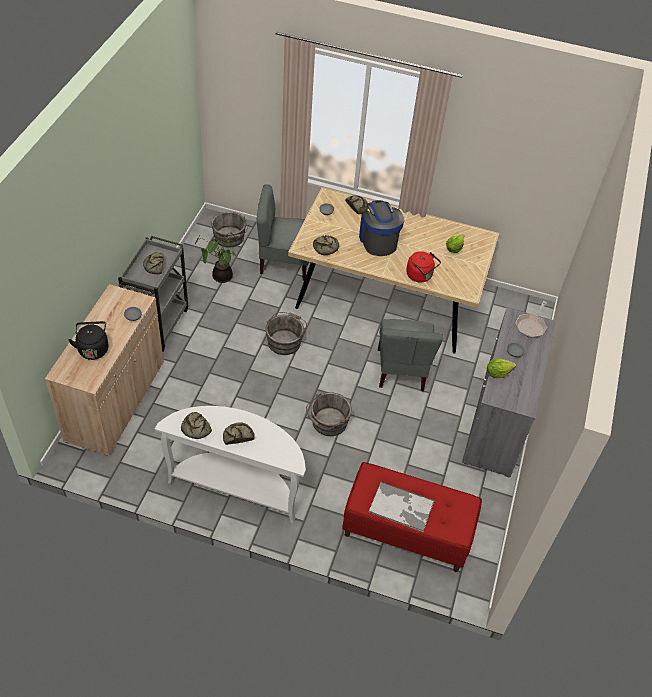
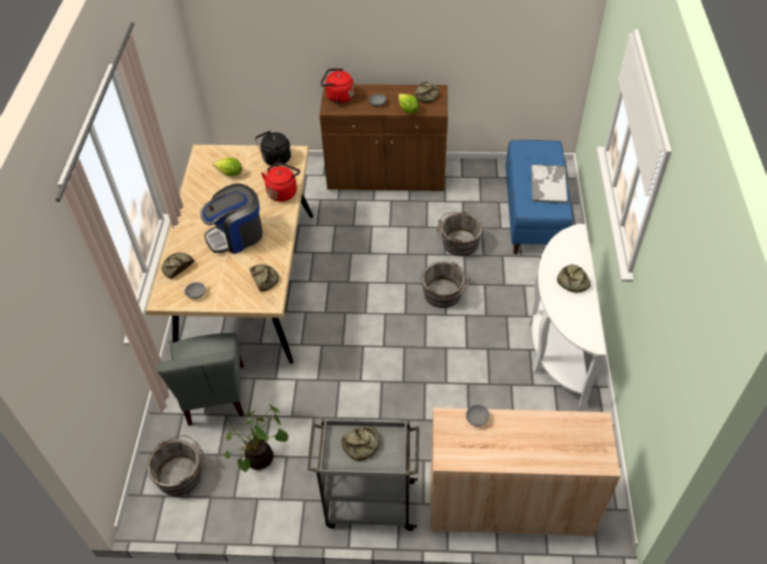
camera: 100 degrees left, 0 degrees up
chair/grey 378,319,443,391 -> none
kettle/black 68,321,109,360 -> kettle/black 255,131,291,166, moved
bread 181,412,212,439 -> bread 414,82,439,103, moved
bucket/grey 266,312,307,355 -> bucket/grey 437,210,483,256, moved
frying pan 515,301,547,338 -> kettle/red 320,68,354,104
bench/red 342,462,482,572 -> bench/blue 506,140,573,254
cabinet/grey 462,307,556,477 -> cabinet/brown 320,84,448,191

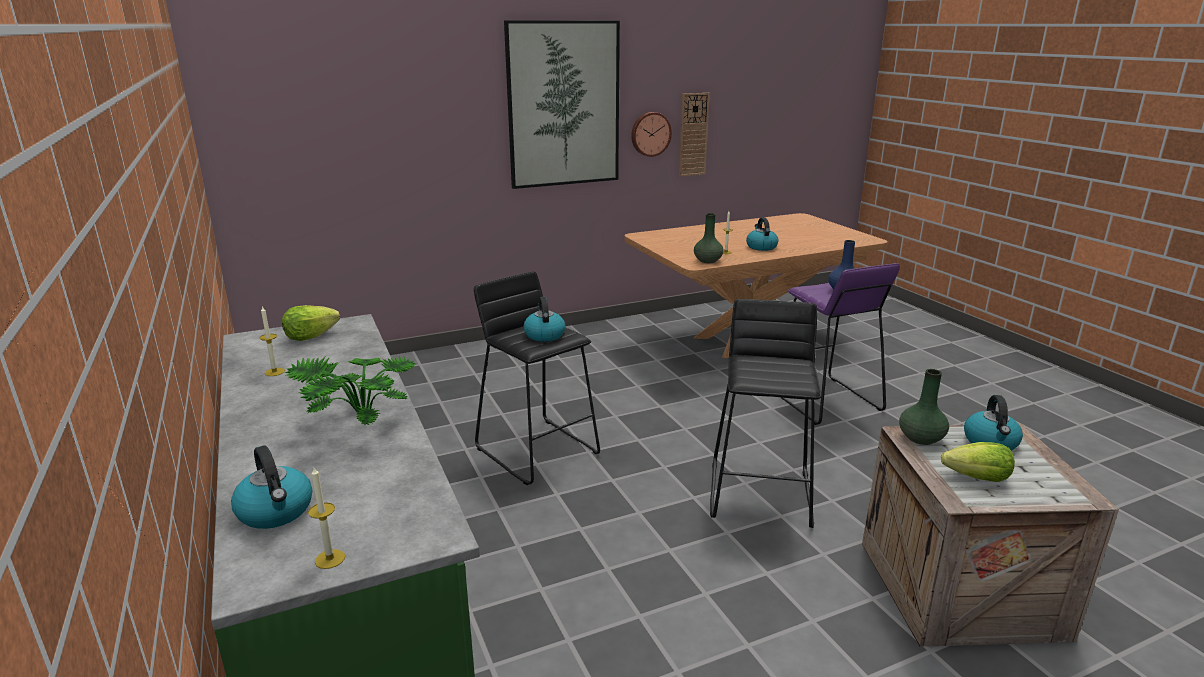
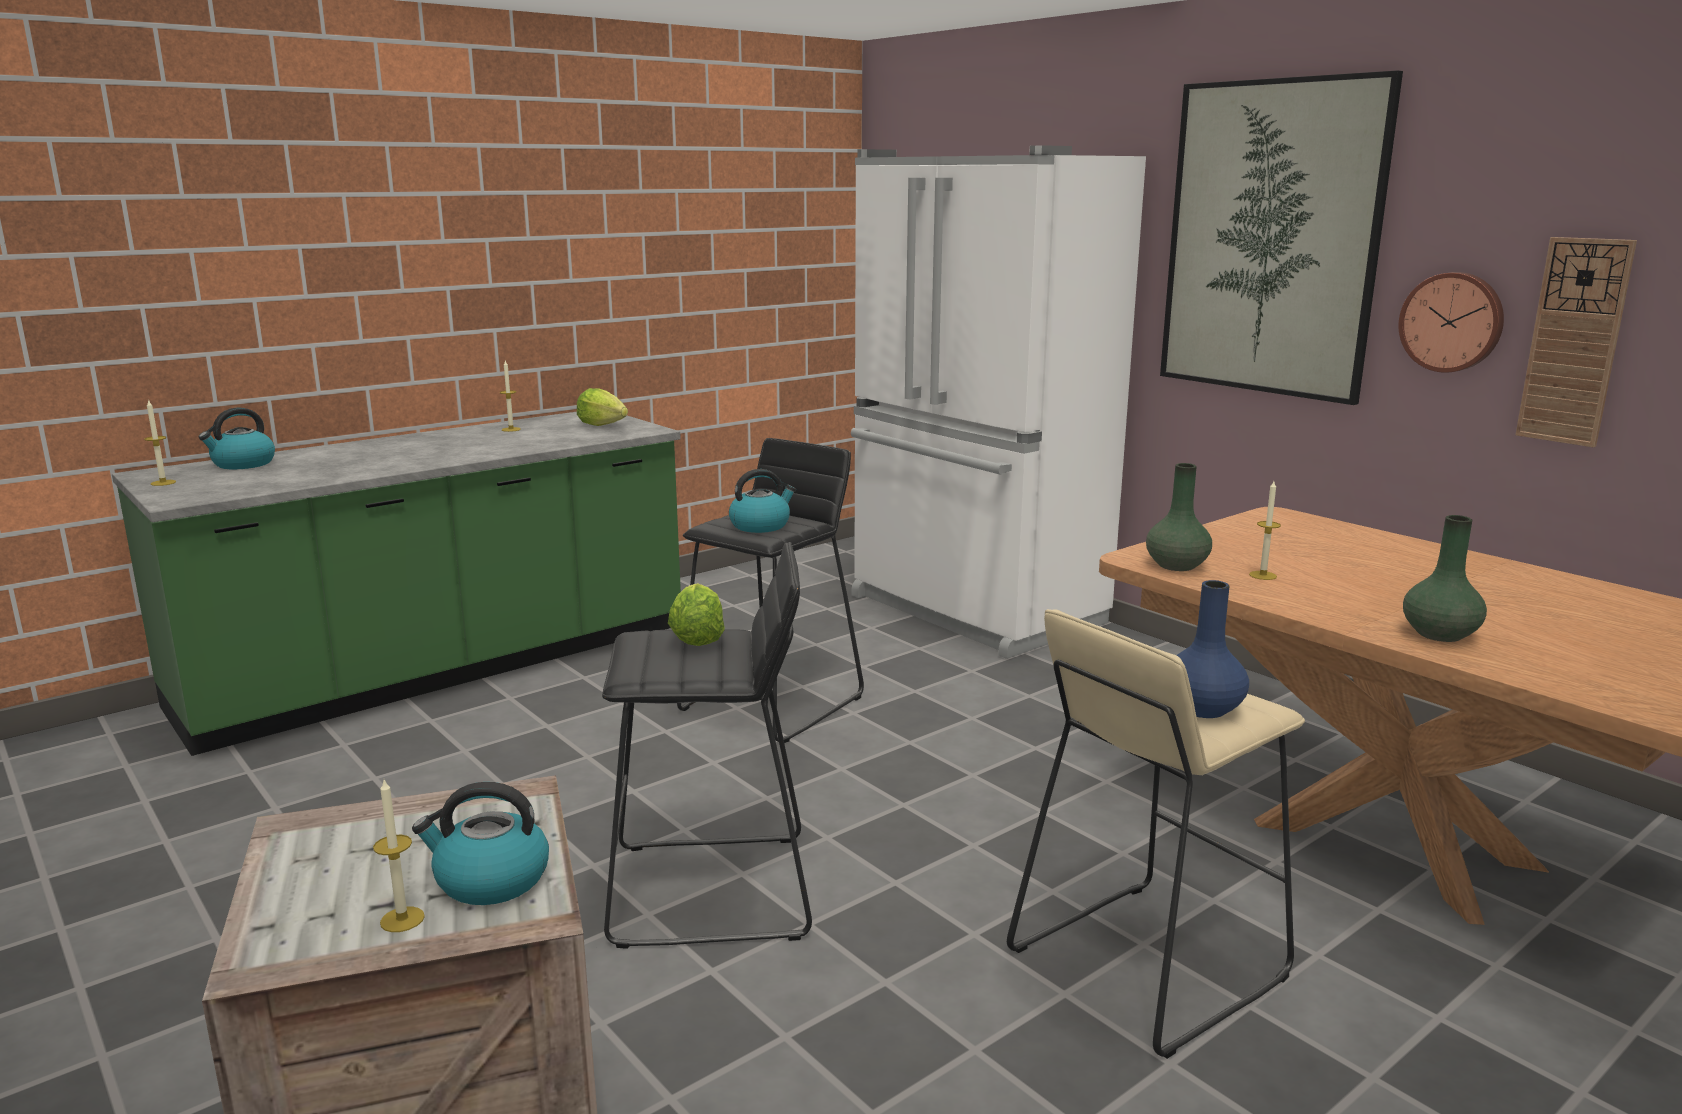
camera: 75 degrees right, 5 degrees down
potted plant 285,356,416,425 -> none
kettle 746,218,778,251 -> none
none -> candle 373,780,425,932
none -> fridge/white 851,145,1146,659
vase/green 899,369,949,445 -> vase/green 1403,515,1487,642, moved
lettuce 941,442,1015,482 -> lettuce 668,583,725,646, moved
stool/purple 780,263,900,425 -> stool/beige 1007,609,1305,1059

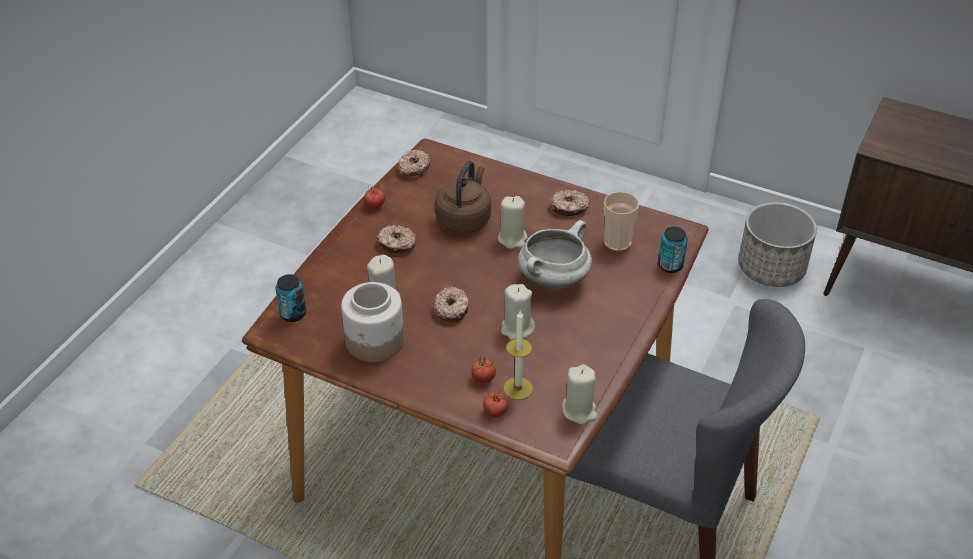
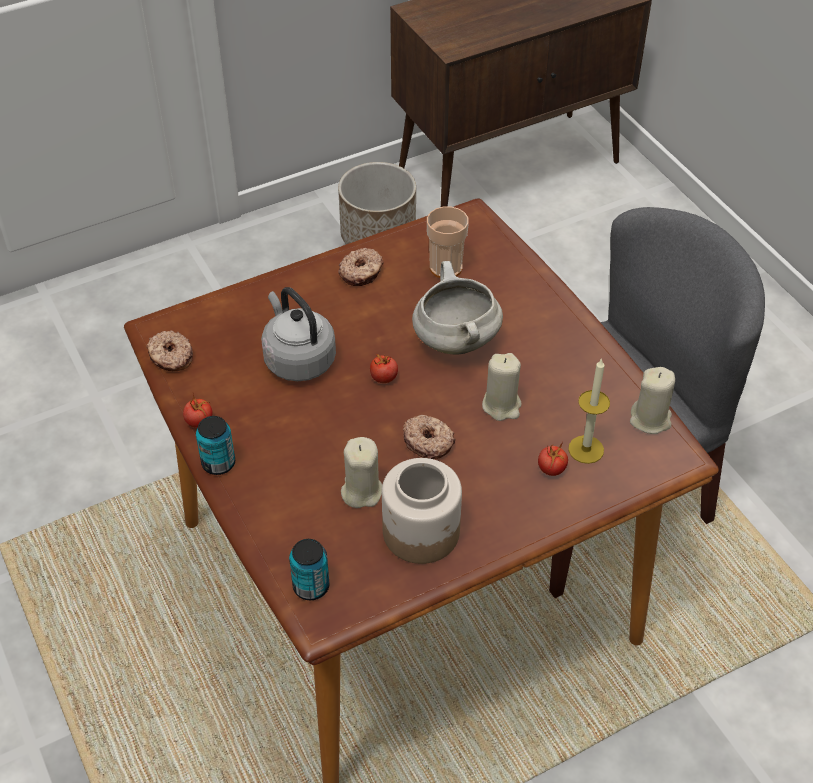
camera: 55 degrees left, 5 degrees up
donut 376,225,417,253 -> none
candle/beige 498,196,528,249 -> none
tomato 483,390,508,417 -> tomato 370,354,398,383, moved
can 658,227,687,273 -> can 196,416,235,475, moved
kettle/brown 435,161,491,233 -> kettle/grey 261,287,336,381

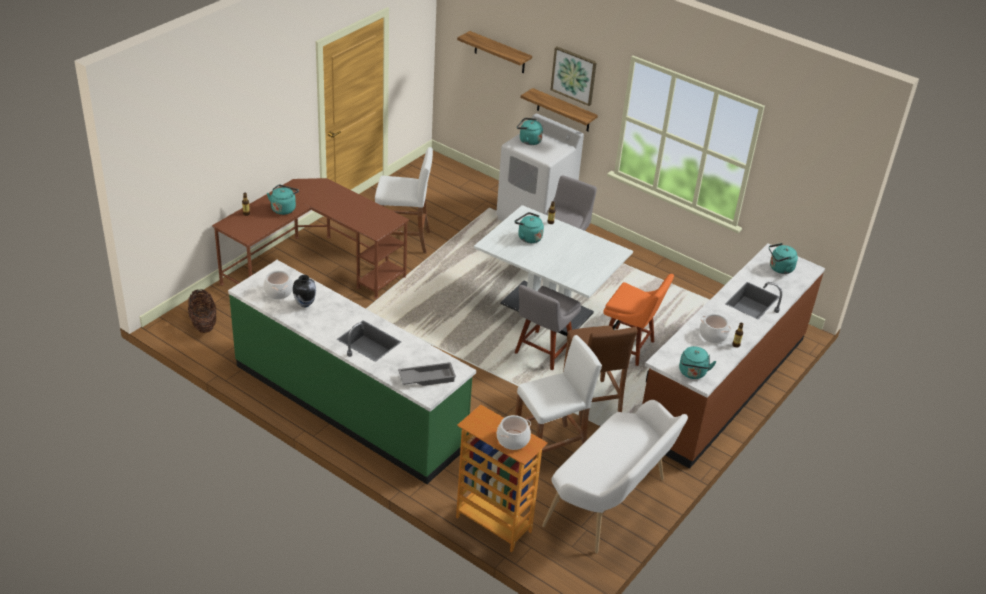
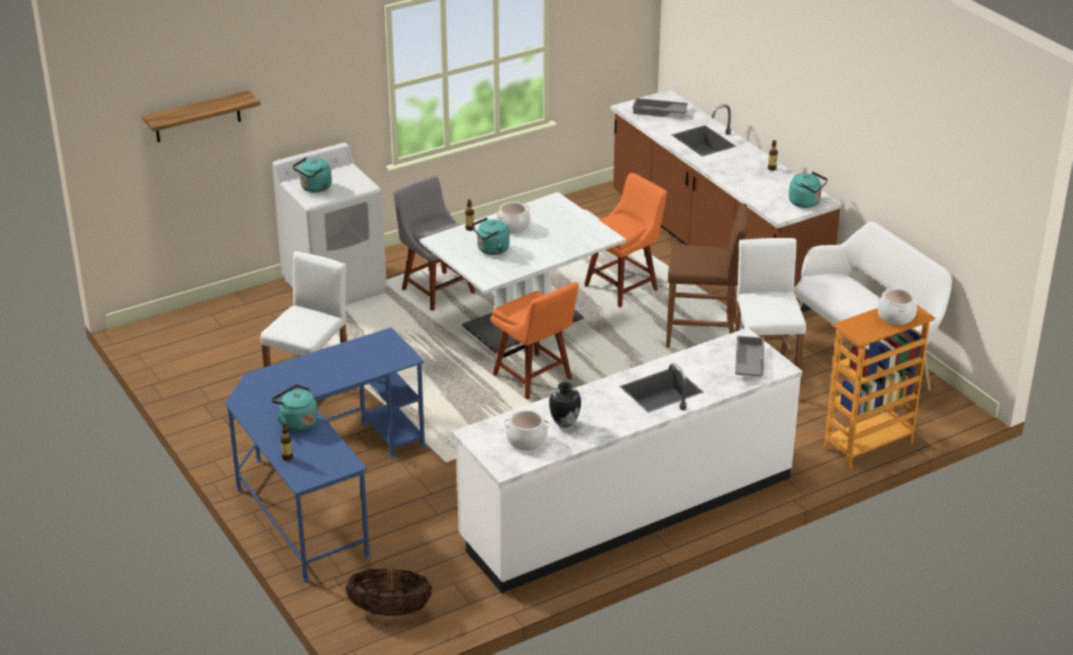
camera: 65 degrees left, 5 degrees down
chair/grey 515,285,581,371 -> none
shelf 521,88,598,132 -> none
picture 550,47,597,106 -> none
none -> chair/orange 491,282,579,399
cooking pot 699,314,731,343 -> cooking pot 496,202,531,234, moved
kettle/turquoise 769,243,798,274 -> tray/grey 632,98,688,117
desk/brown 212,178,410,299 -> desk/blue 225,327,426,582
counter/green 228,260,476,484 -> counter/white 452,328,802,593

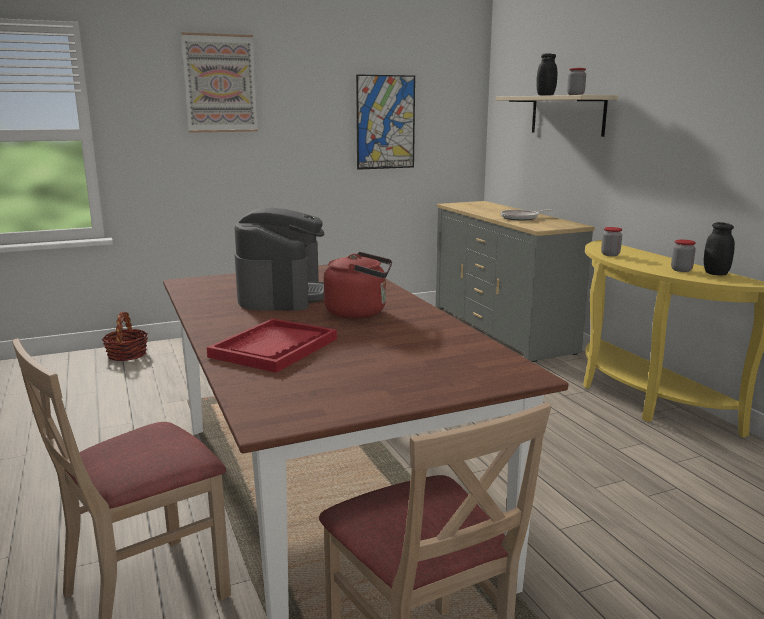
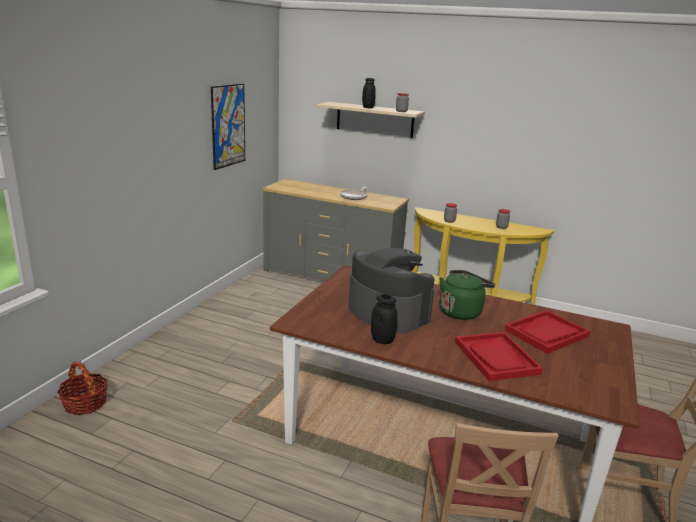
camera: 45 degrees left, 5 degrees up
picture 181,32,258,133 -> none
none -> tray/red 505,310,590,354
jar/black 704,222,735,275 -> jar/black 371,294,398,344, moved
kettle/red 323,252,392,319 -> kettle/green 439,270,495,320

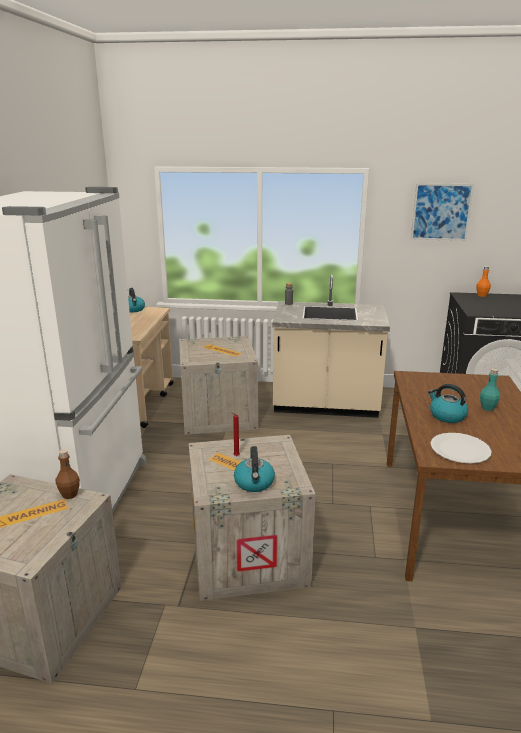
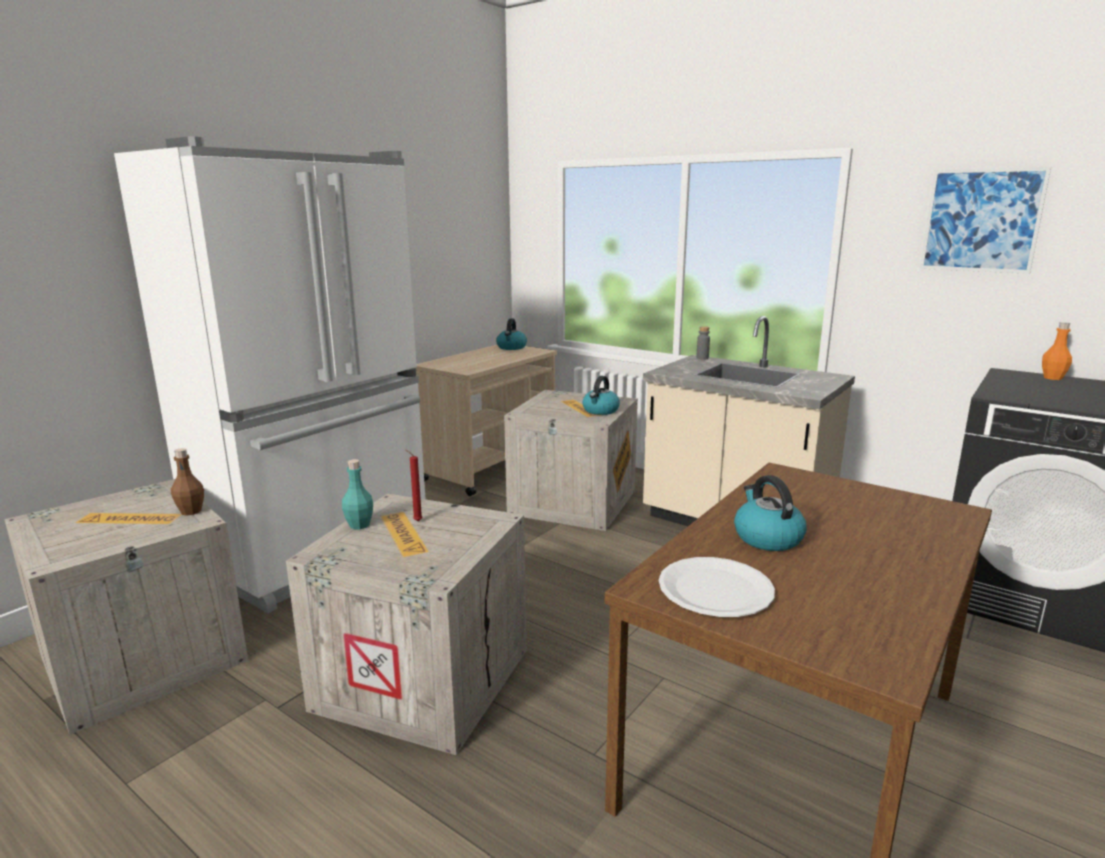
camera: 30 degrees right, 5 degrees down
kettle 234,446,275,492 -> kettle 583,376,620,415, moved
bottle/turquoise 480,368,500,411 -> bottle/turquoise 342,459,373,529, moved

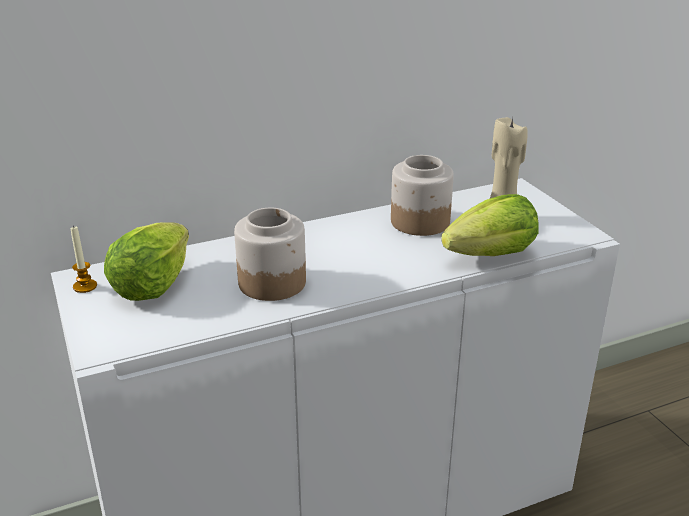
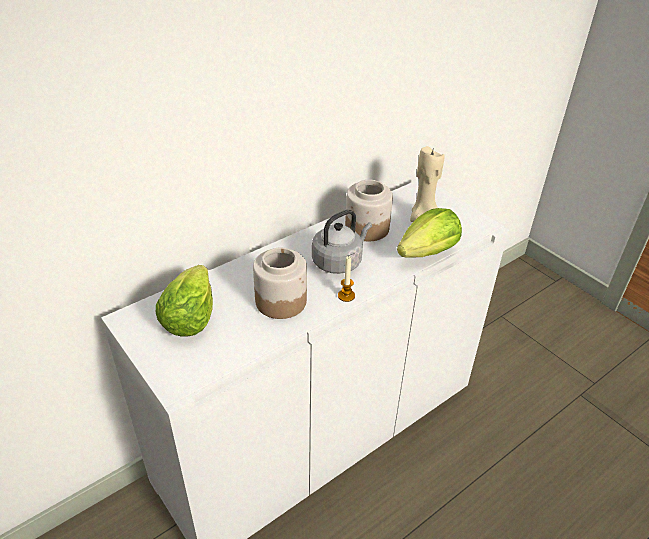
camera: 15 degrees left, 10 degrees up
none -> kettle/grey 312,210,372,274
candle 71,225,97,293 -> candle 338,256,355,302, moved

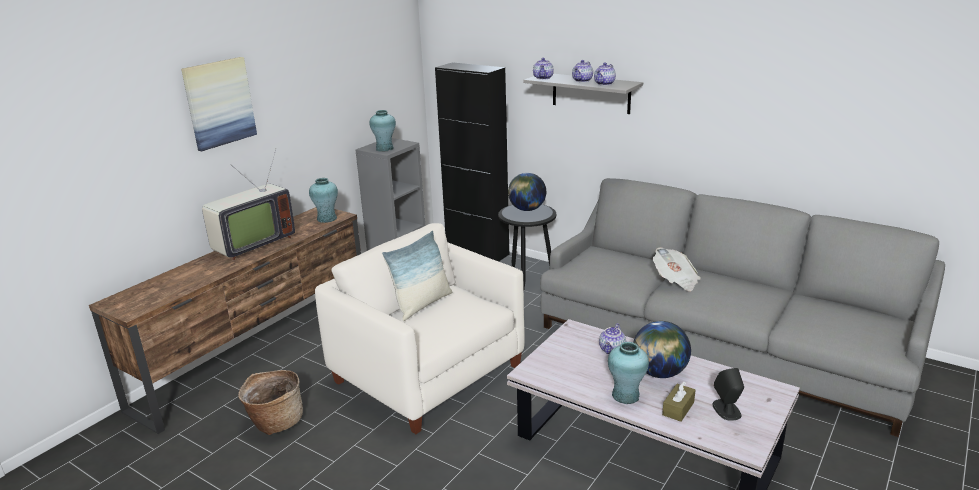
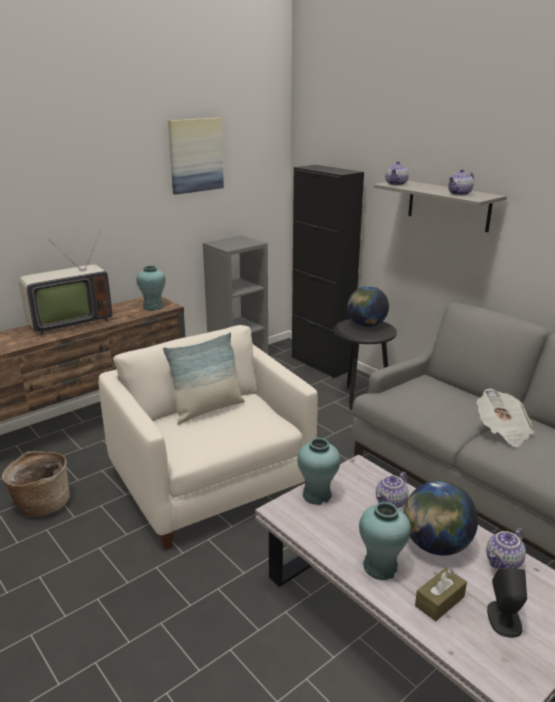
camera: 15 degrees right, 0 degrees up
picture 181,57,257,151 -> picture 168,118,224,195, moved
vase/turquoise 369,110,396,152 -> vase/turquoise 297,438,341,505, moved
teapot 572,60,593,82 -> teapot 486,528,526,569, moved

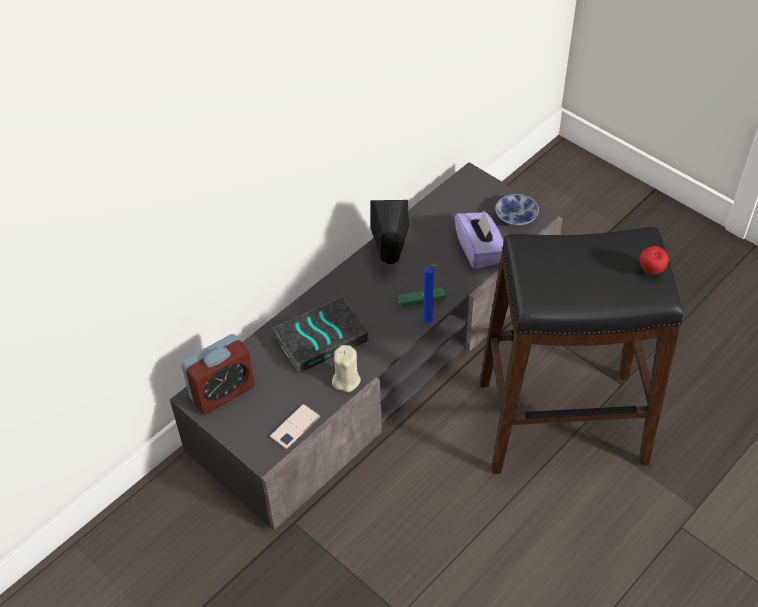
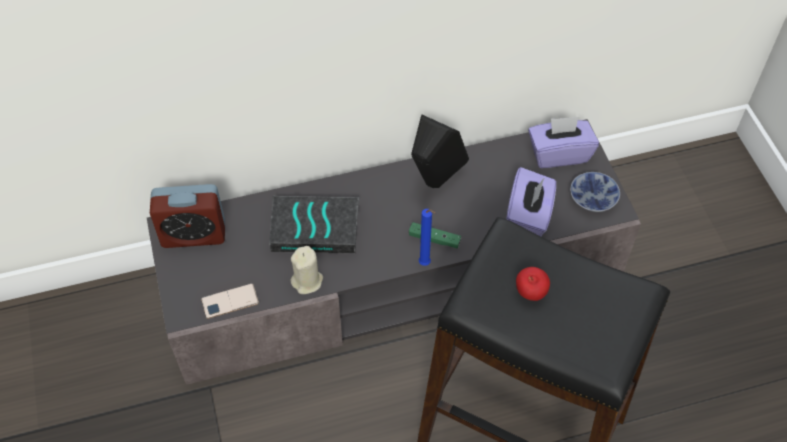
camera: 30 degrees right, 5 degrees up
none -> tissue box/purple 528,117,599,168
apple 639,246,669,274 -> apple 516,267,550,301, moved

